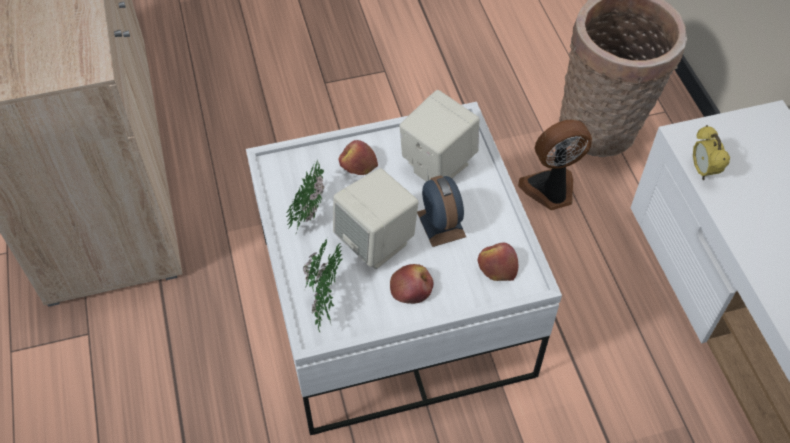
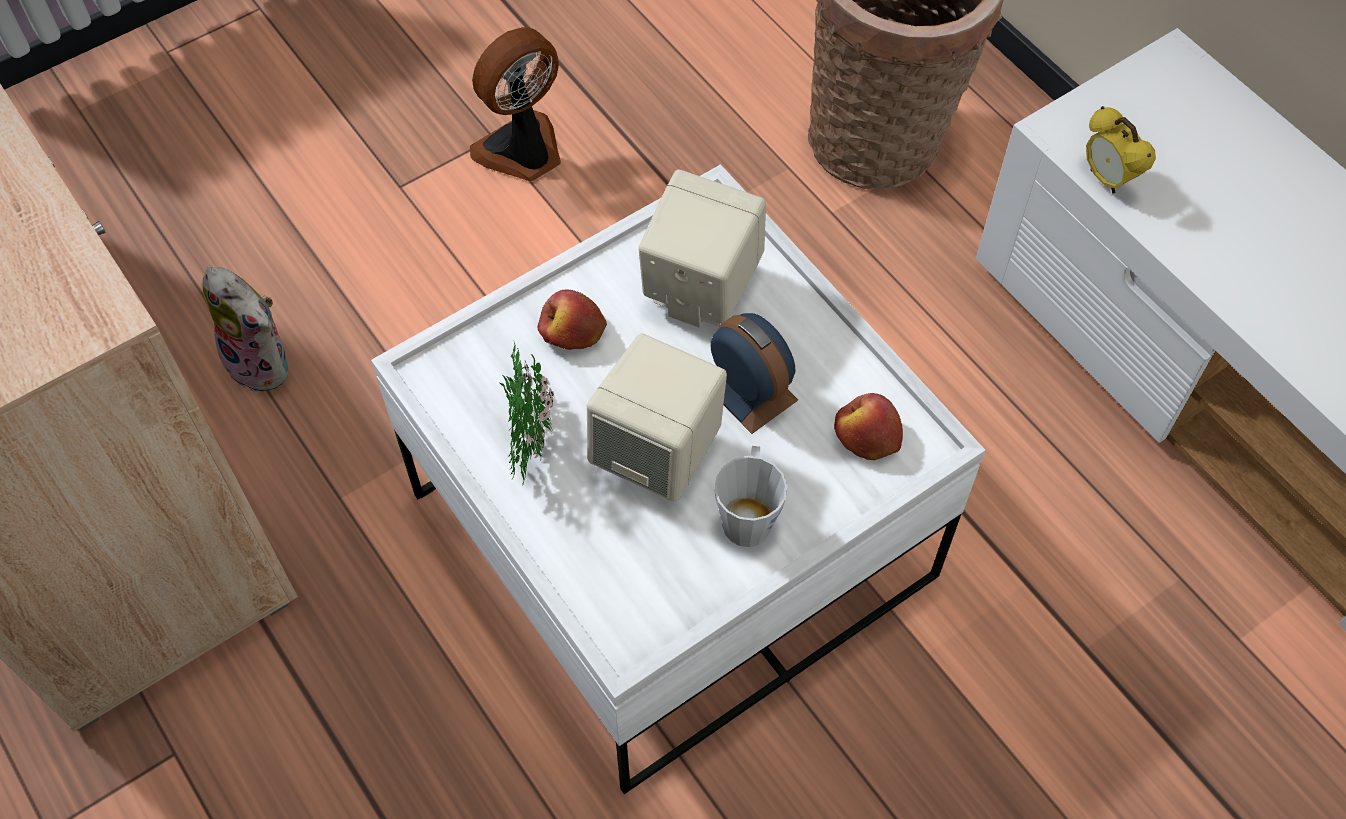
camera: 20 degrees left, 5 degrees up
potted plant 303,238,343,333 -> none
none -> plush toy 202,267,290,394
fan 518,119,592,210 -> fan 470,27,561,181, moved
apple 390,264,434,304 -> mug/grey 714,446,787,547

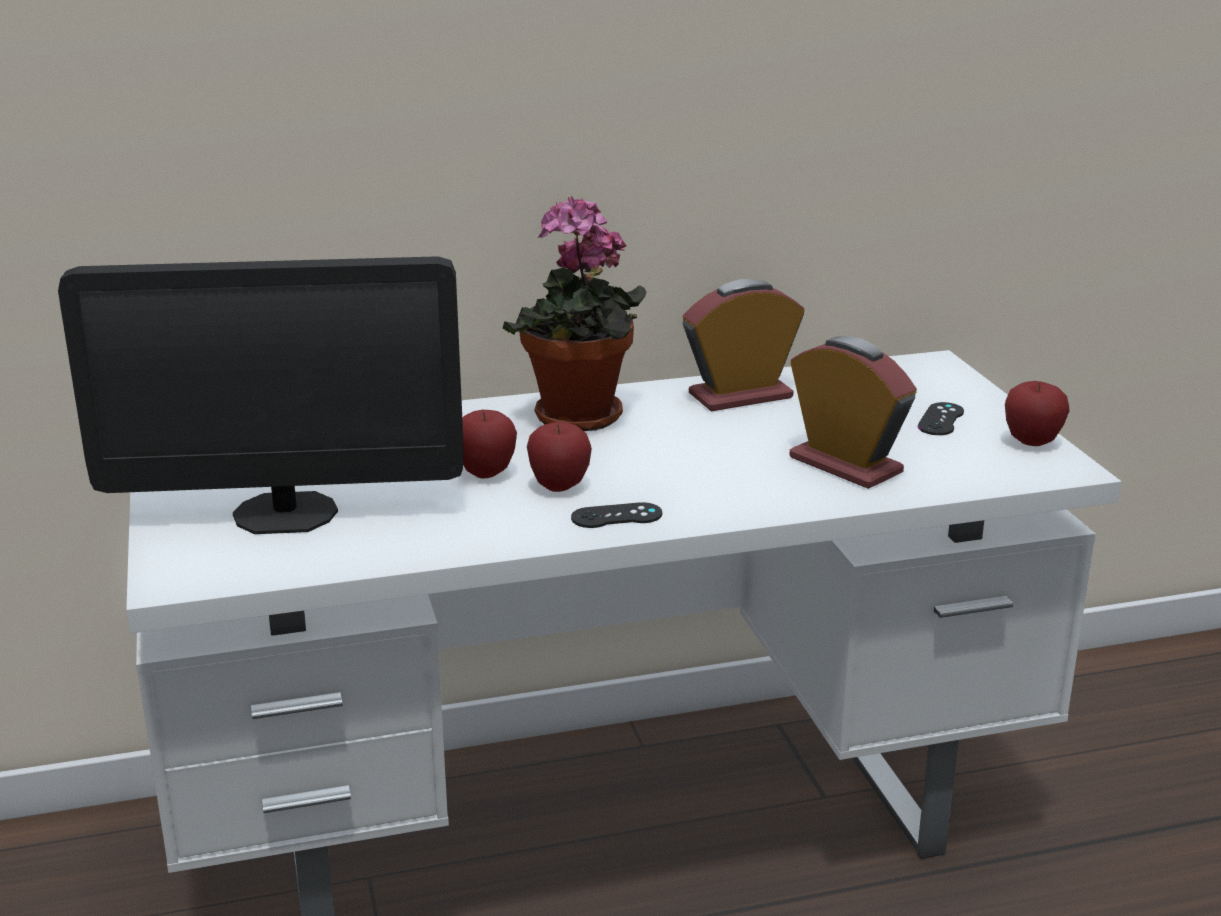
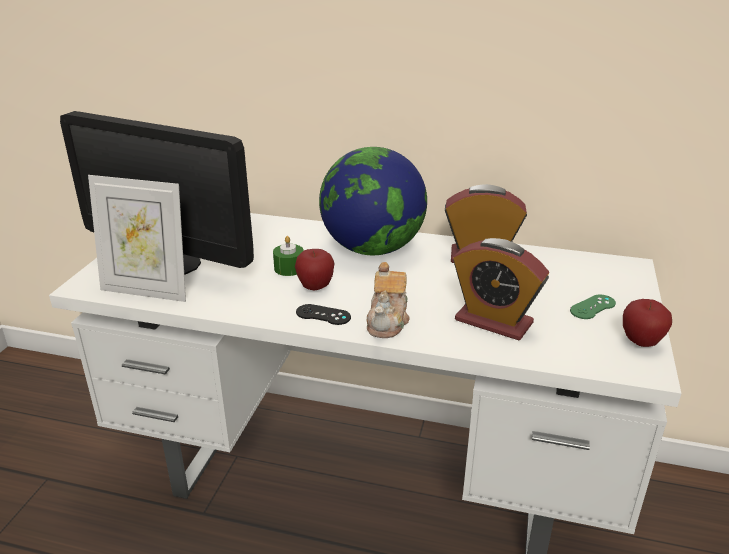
camera: 30 degrees right, 5 degrees up
none -> picture frame 88,175,186,302
none -> teapot 367,262,410,338
apple 462,410,517,479 -> candle/green 273,236,304,276
potted plant 503,196,647,431 -> globe 319,147,427,255
game controller/black 918,402,964,435 -> game controller/green 570,295,616,319
alarm clock 789,336,917,489 -> alarm clock 453,238,549,340, 135 degrees clockwise

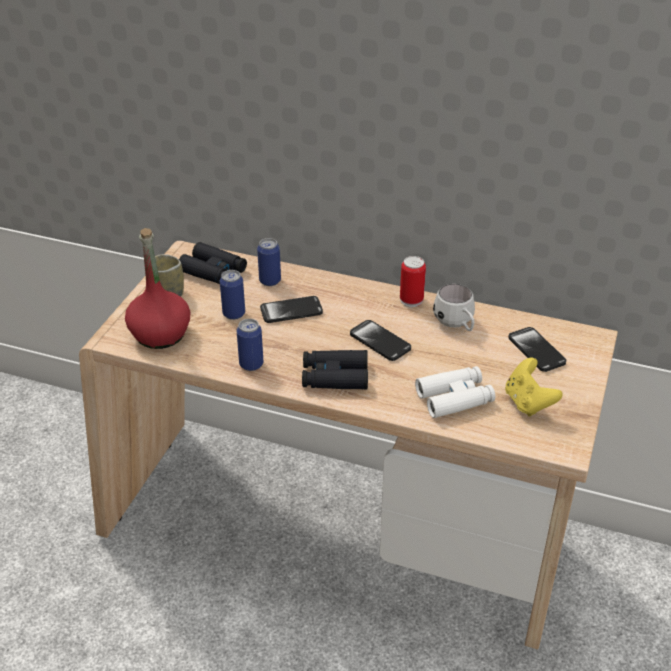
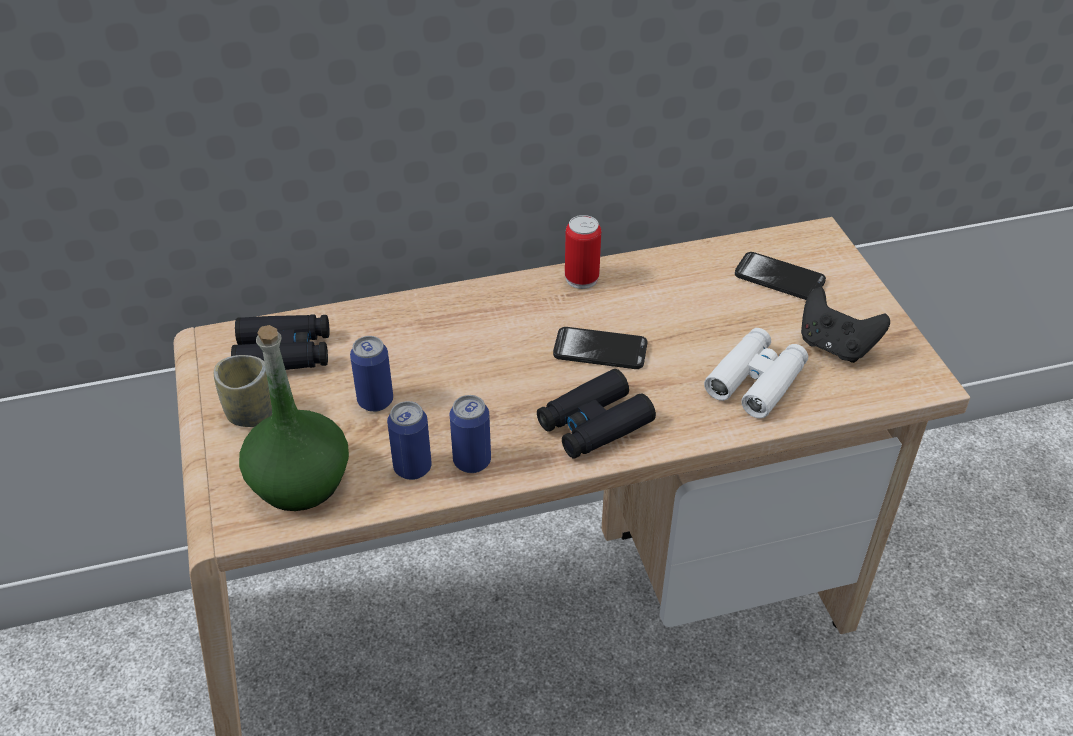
camera: 35 degrees left, 5 degrees up
phone 260,296,323,323 -> none
mug/white 433,284,475,331 -> none
can 257,238,281,286 -> can 387,401,432,480, moved
bottle/red 125,228,190,349 -> bottle/green 239,325,349,511
game controller/yellow 505,358,563,417 -> game controller/black 801,287,890,363

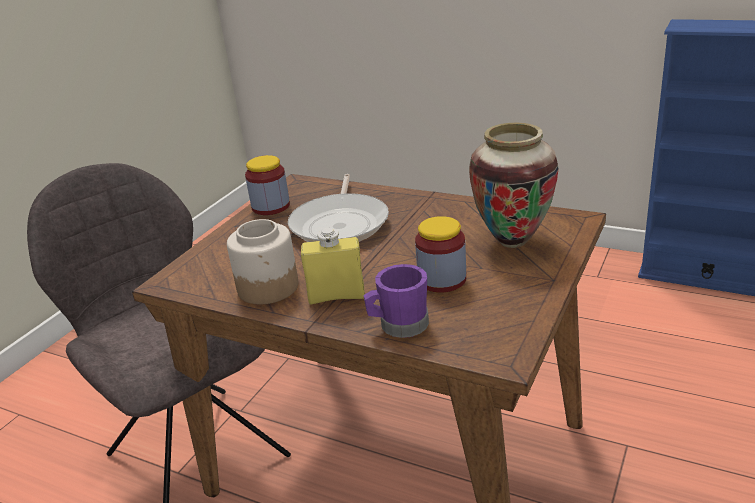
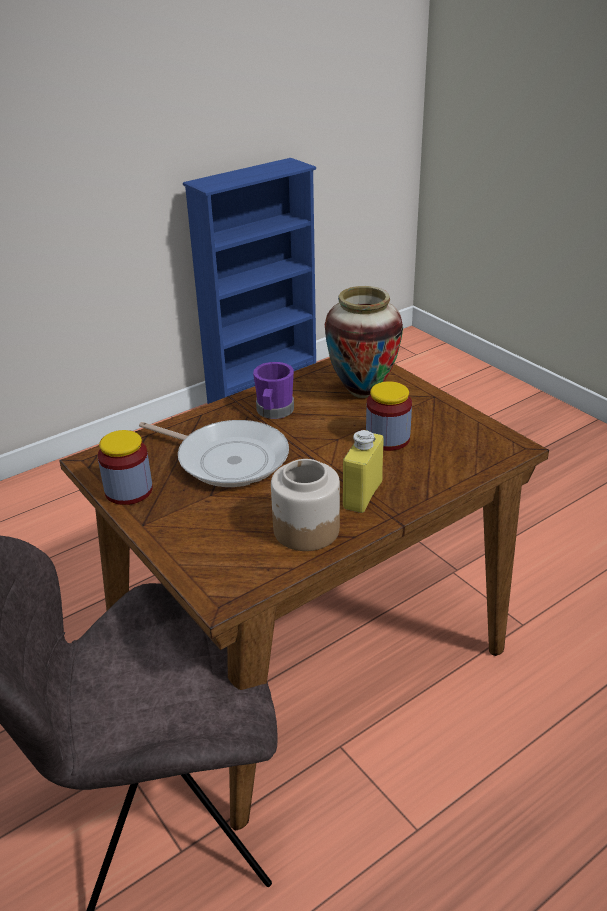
camera: 65 degrees left, 5 degrees up
mug/purple 363,264,429,338 -> mug/purple 253,362,294,419, moved

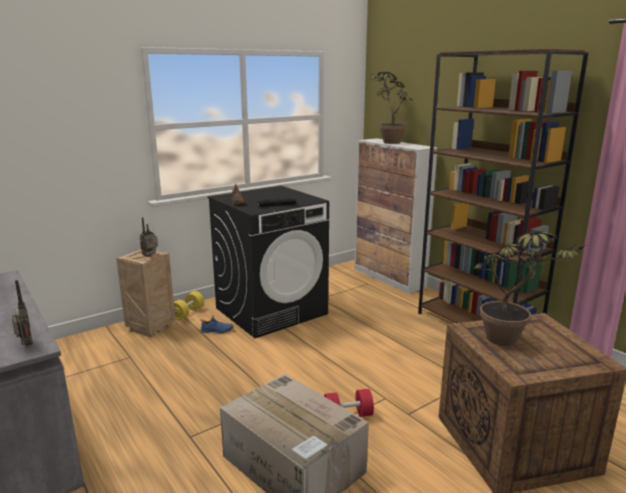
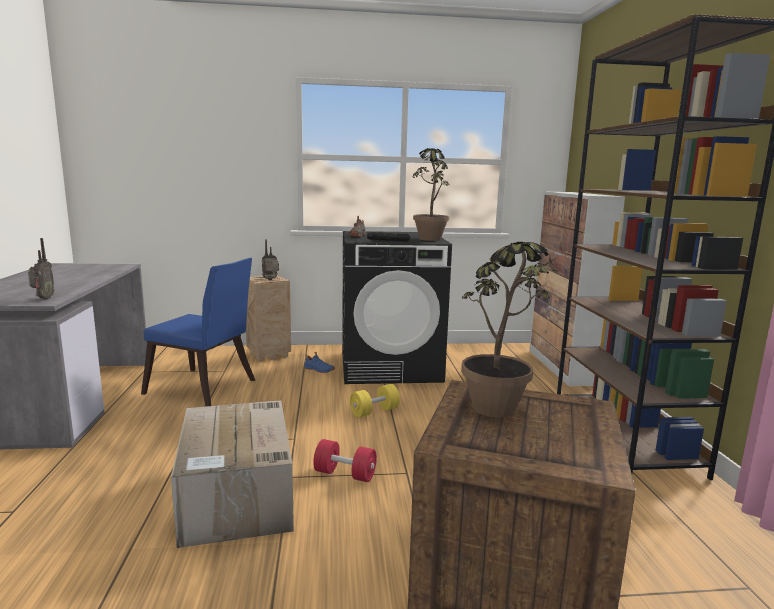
camera: 30 degrees right, 5 degrees down
none -> chair/blue 141,258,255,406
dumbbell/yellow 174,291,204,320 -> dumbbell/yellow 350,384,400,418, moved
potted plant 372,72,413,144 -> potted plant 413,148,449,241, moved

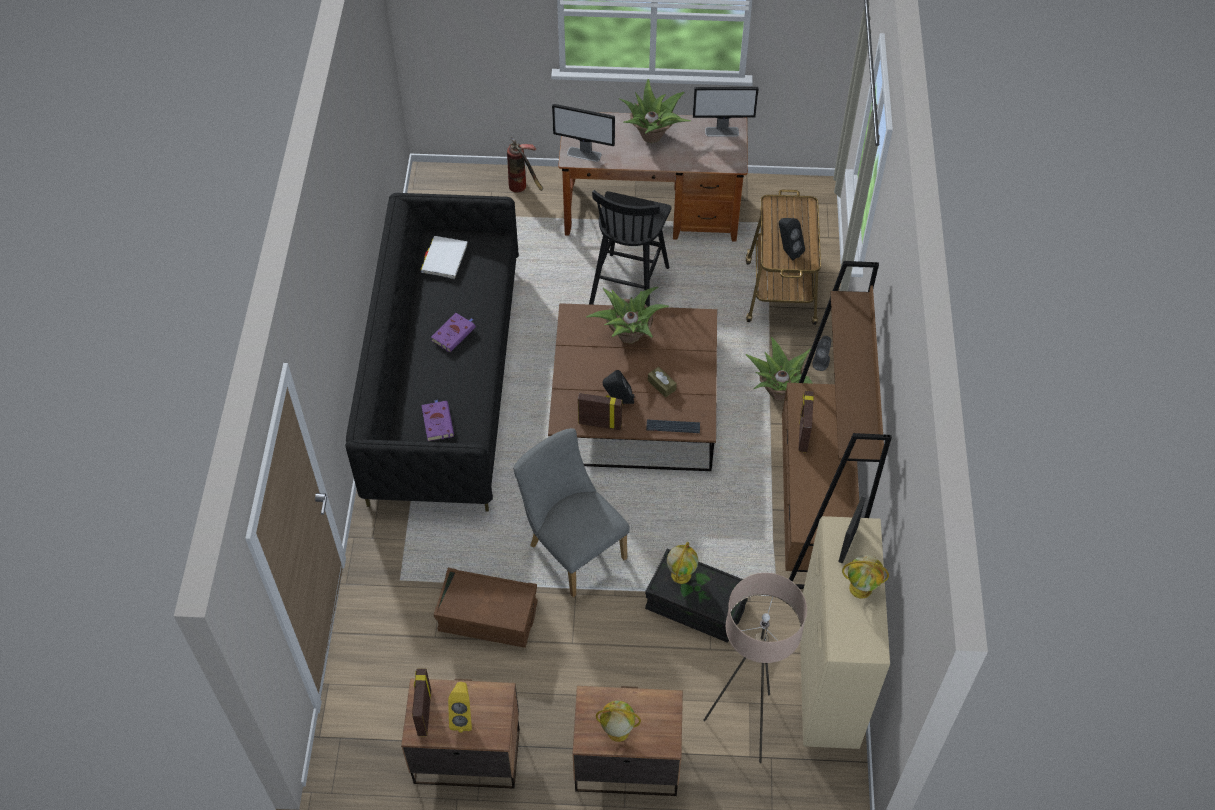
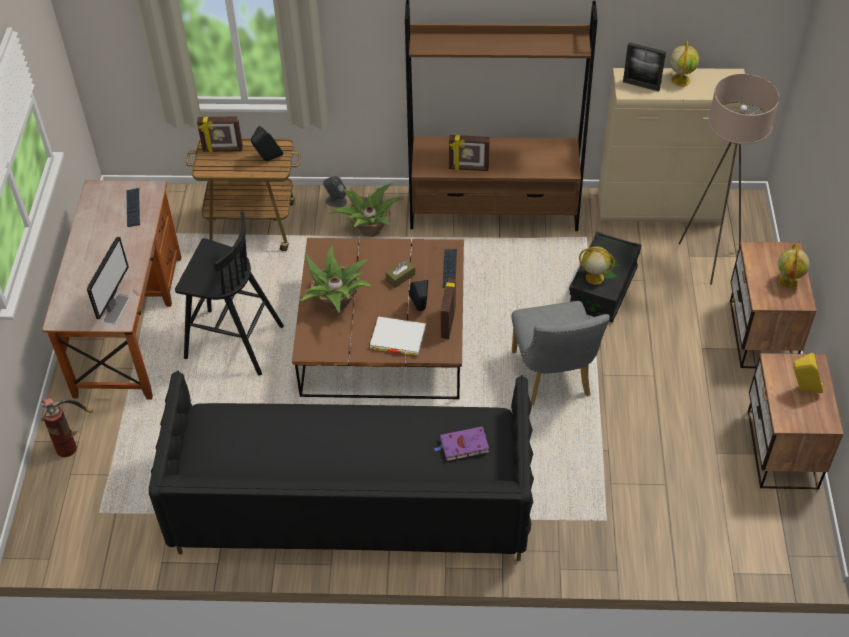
camera: 90 degrees left, 5 degrees down
book/purple 431,313,476,352 -> none
storage box/brown 434,568,538,648 -> none
potted plant 620,79,691,143 -> none
monitor 693,87,759,137 -> none
none -> keyboard 126,188,140,227
picture frame 412,668,431,736 -> picture frame 197,116,243,152, moved
book/white 421,236,468,279 -> book/white 370,316,426,356, moved
chair/grey 513,428,630,597 -> chair/grey 512,301,610,405, 60 degrees counterclockwise

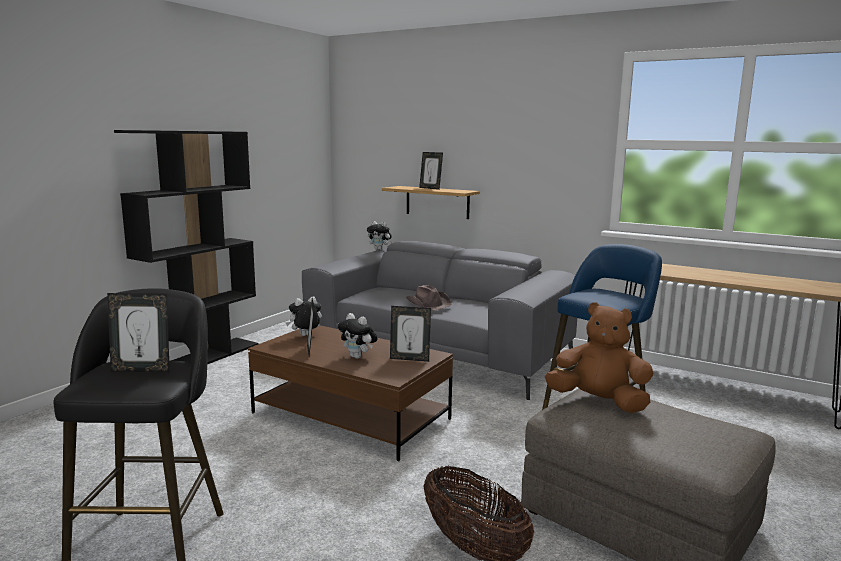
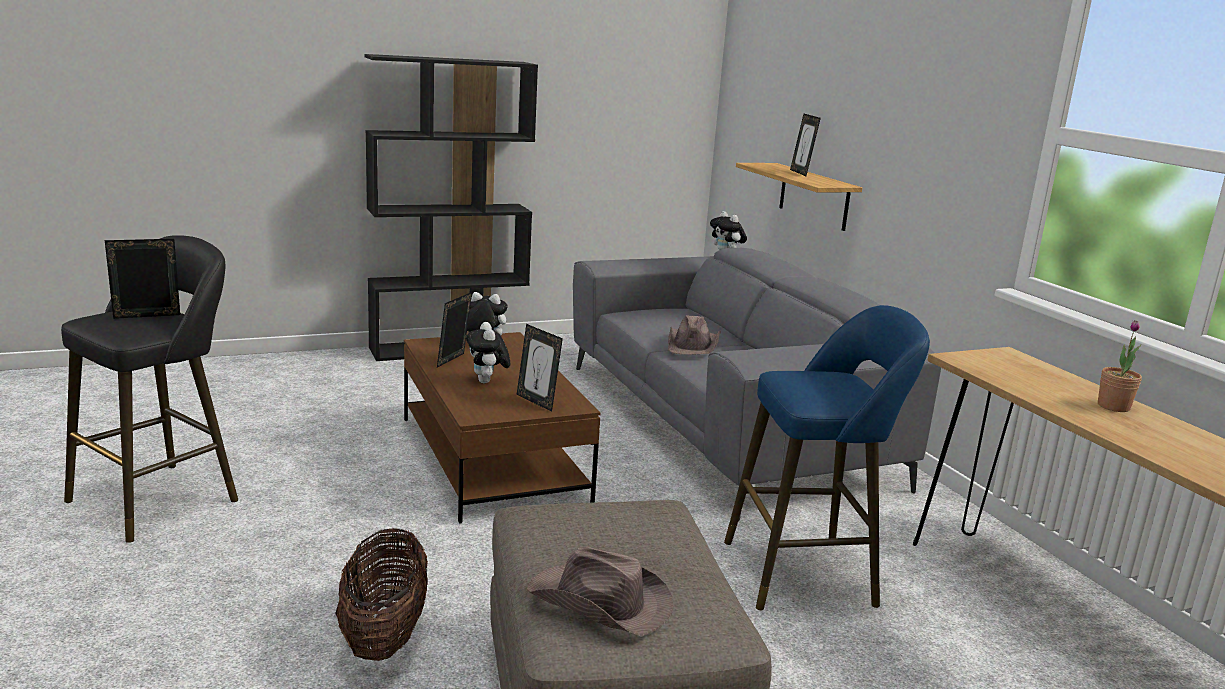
camera: 35 degrees right, 5 degrees up
plush toy/brown 545,302,654,413 -> none
none -> hat/brown 527,546,673,637
none -> potted plant 1098,320,1142,412
picture frame 107,293,170,372 -> picture frame 105,239,180,319, 120 degrees clockwise

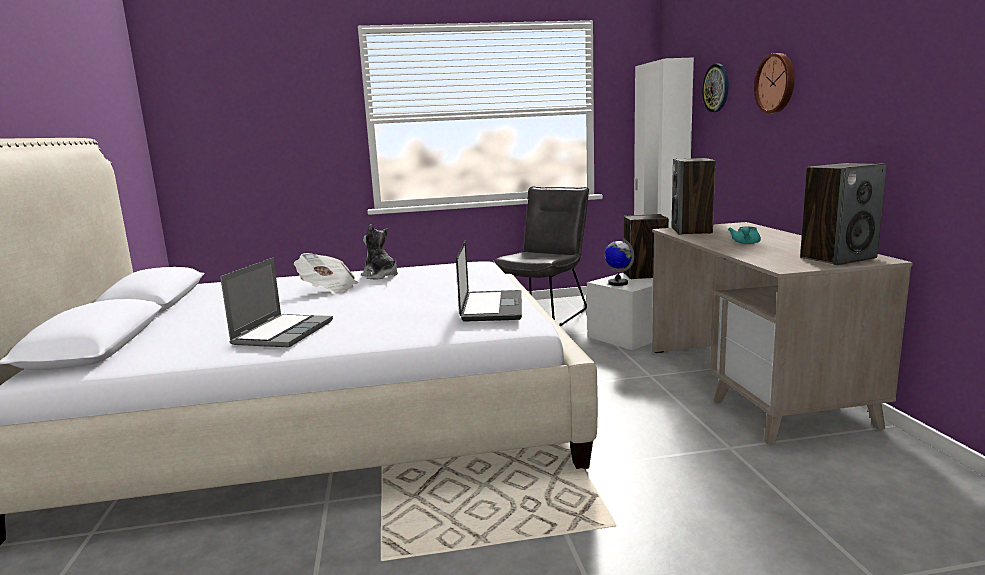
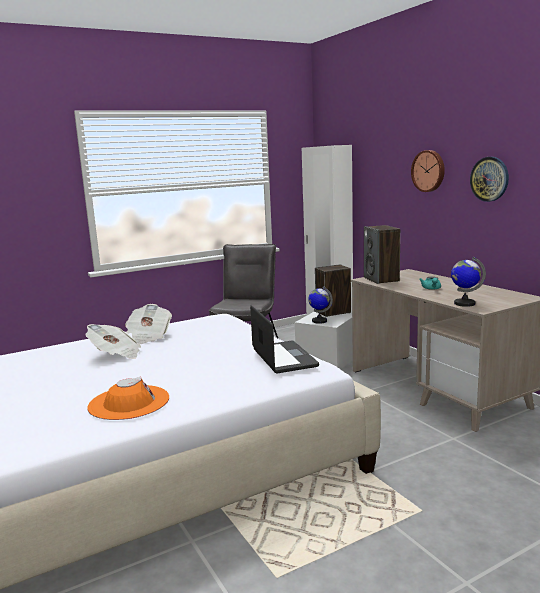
camera: 20 degrees left, 0 degrees up
speaker 800,163,887,265 -> none
none -> globe 451,257,486,307
wall clock 702,64,729,112 -> wall clock 470,157,509,202, moved
laptop 220,258,333,347 -> hat/orange 87,377,169,420
plush toy 361,224,398,279 -> newspaper 125,304,172,345

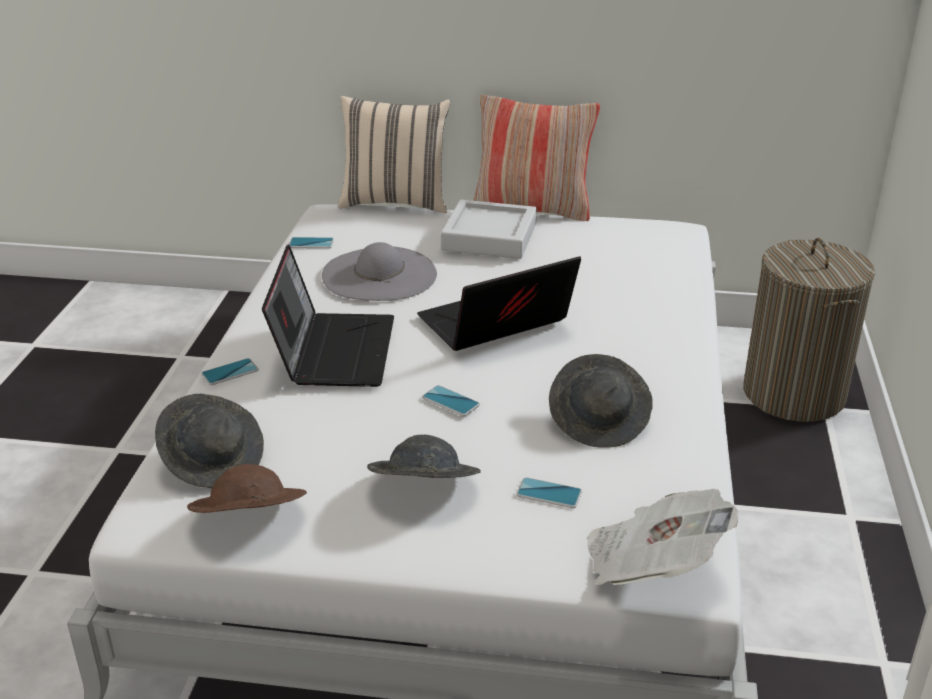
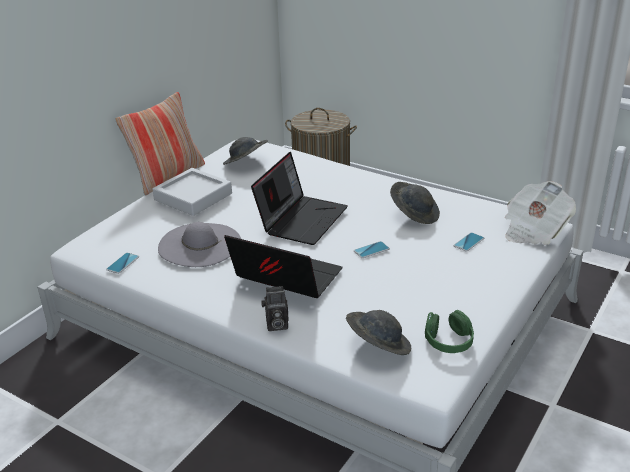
camera: 65 degrees left, 0 degrees up
pillow/beige 338,96,450,213 -> none
hat/grey 367,434,481,478 -> hat/grey 223,137,268,165, moved
hat/brown 187,464,307,513 -> headphones/green 425,310,474,353
phone 201,358,259,385 -> photo camera 261,286,289,331
laptop 417,256,581,351 -> laptop 251,152,347,245, 150 degrees counterclockwise

